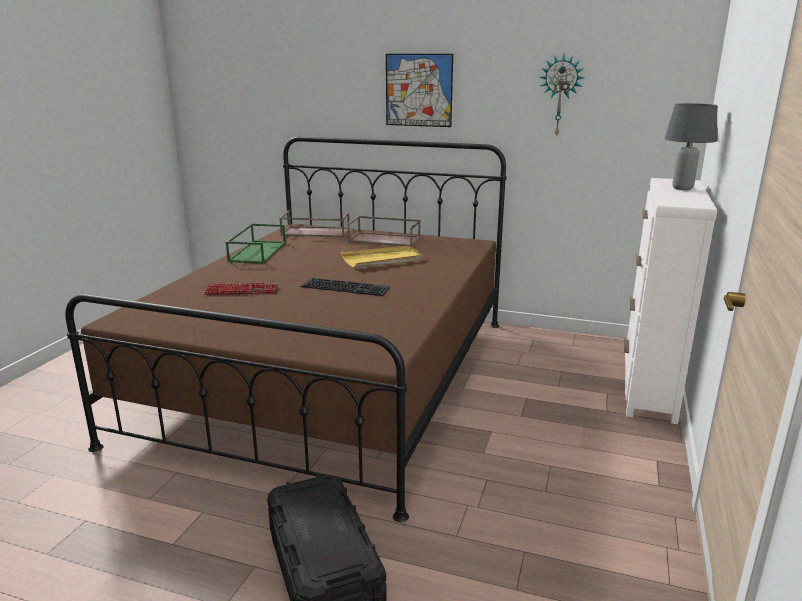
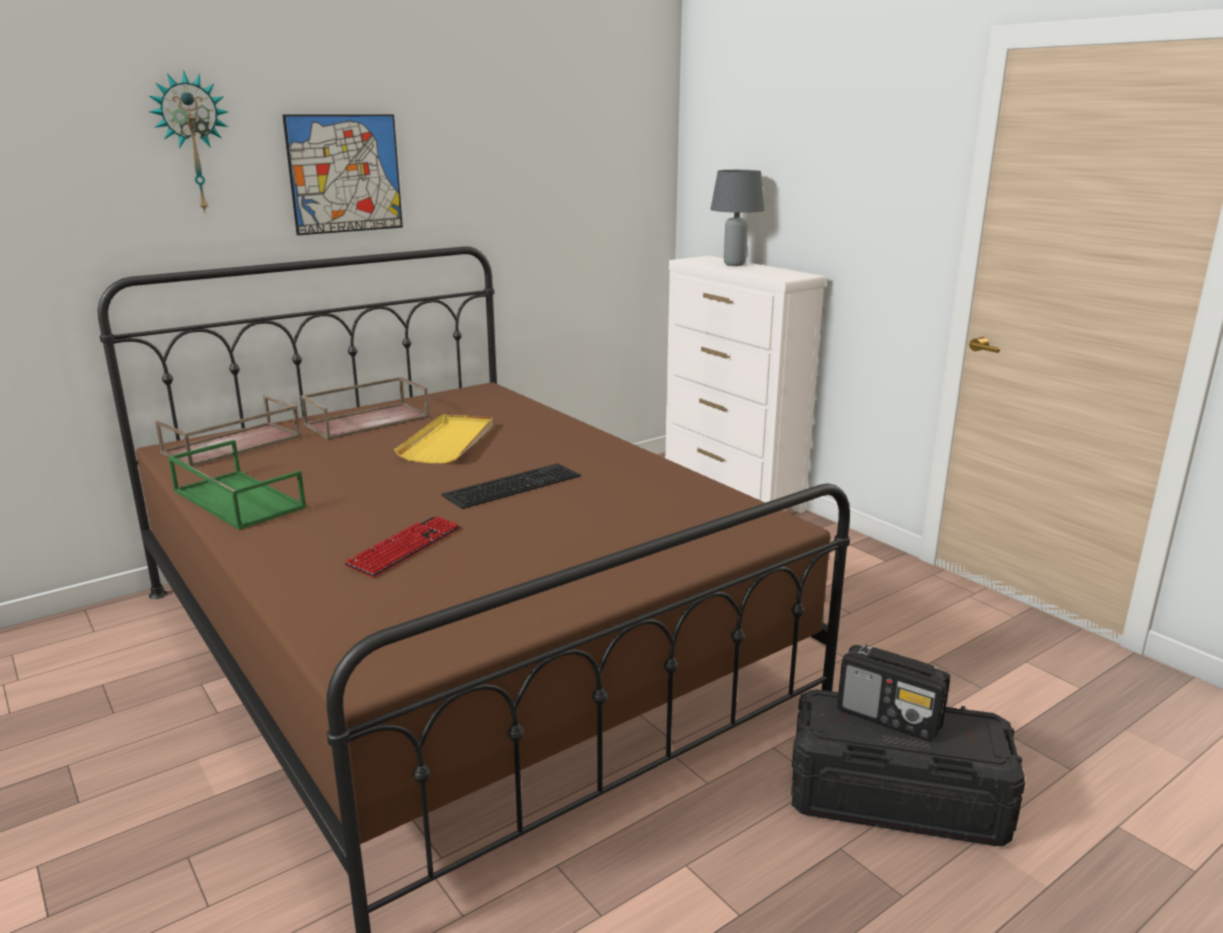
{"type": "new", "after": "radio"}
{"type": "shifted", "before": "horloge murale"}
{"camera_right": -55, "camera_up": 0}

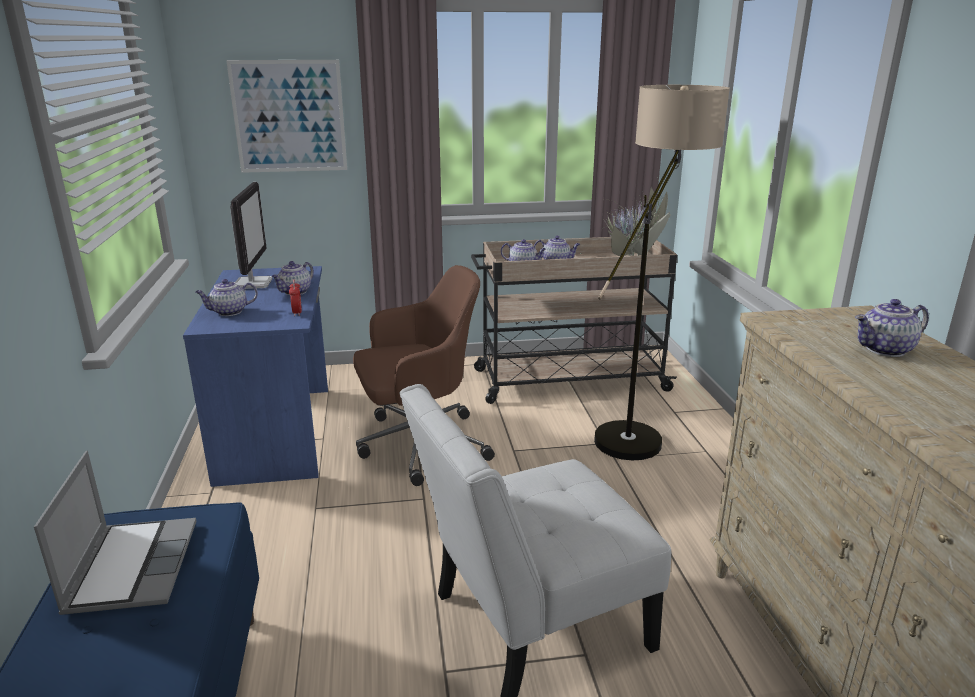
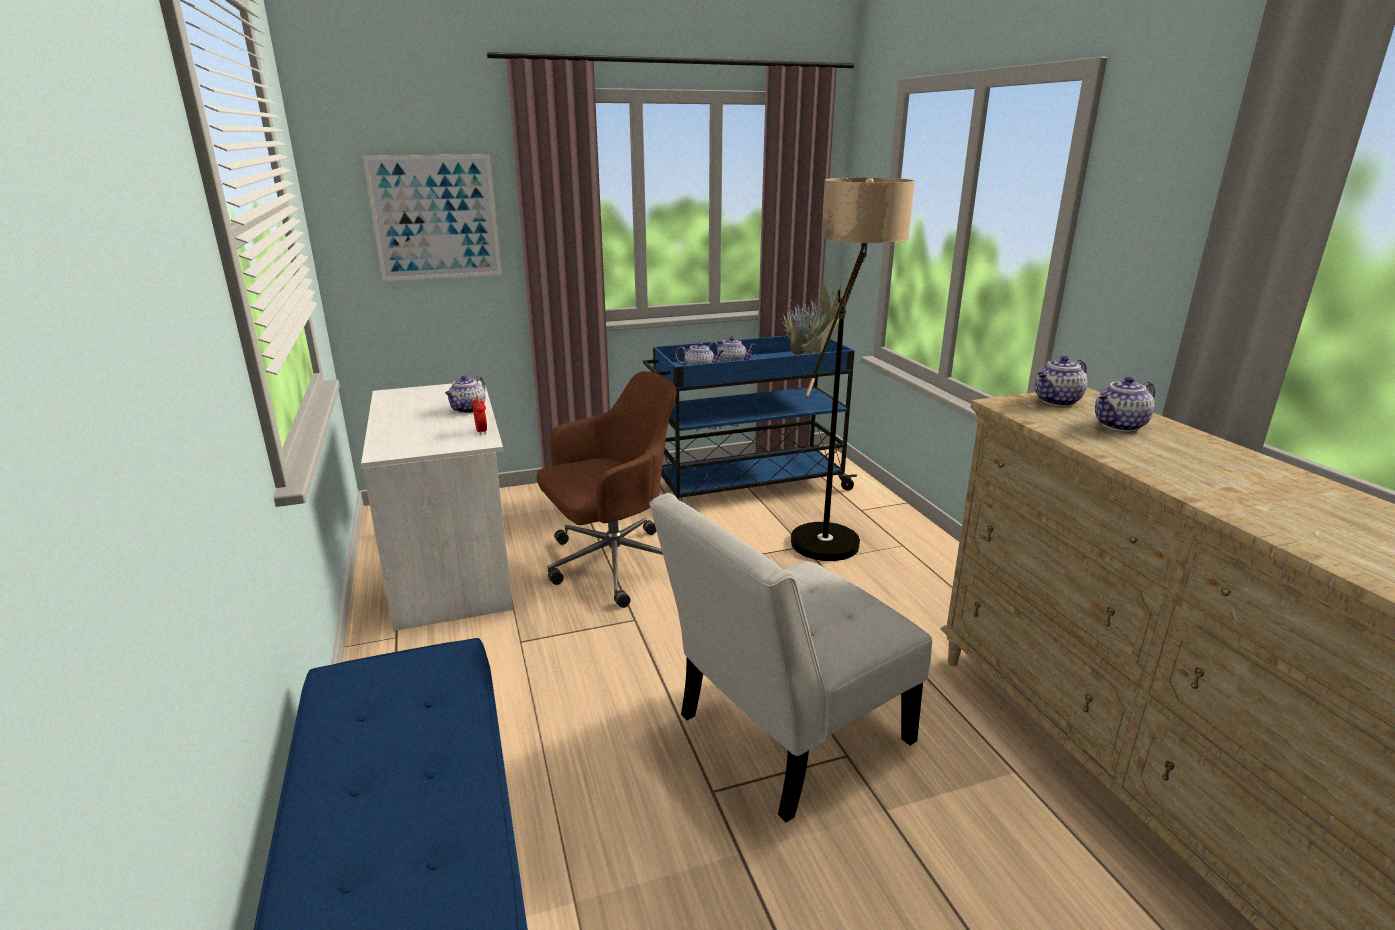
{"type": "gone", "before": "ordinateur portable"}
{"type": "gone", "before": "écran d'ordinateur"}
{"type": "shifted", "before": "théière (no. 1 from left in the first image)", "after": "théière (no. 4 from left)"}
{"type": "repainted", "before": "bureau/bleu", "after": "bureau/blanc"}
{"type": "repainted", "before": "chariot/beige", "after": "chariot/bleu"}
{"camera_right": -10, "camera_up": 0}

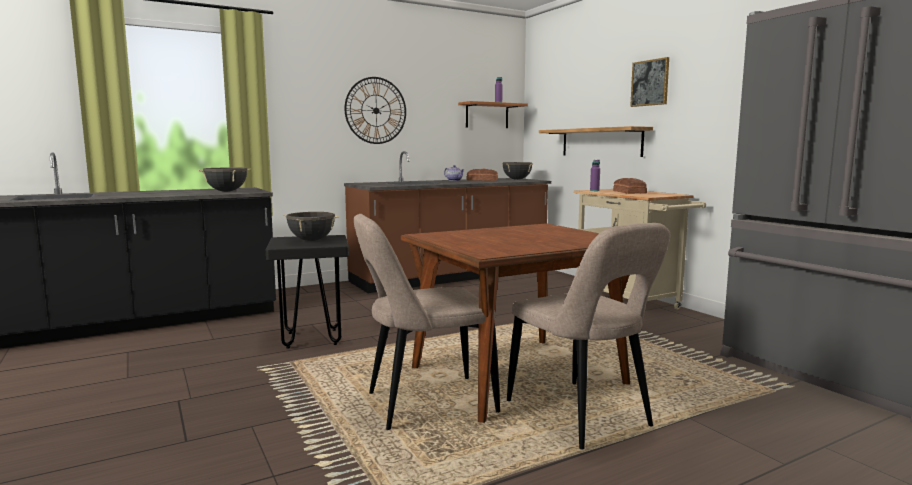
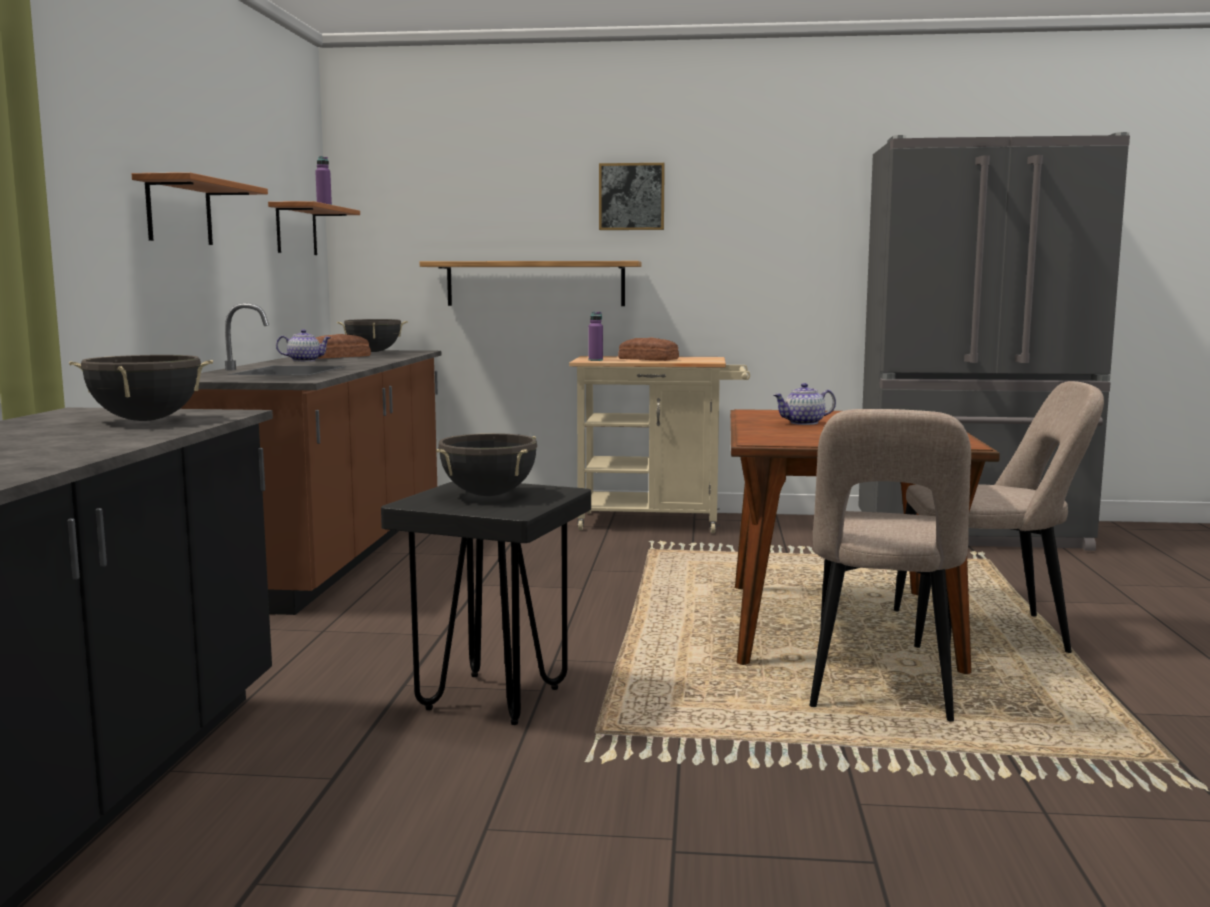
{"type": "new", "after": "théière (no. 2 from left)"}
{"type": "swapped", "before": "horloge murale", "after": "étagère (no. 1 from left)"}
{"camera_right": -55, "camera_up": 0}

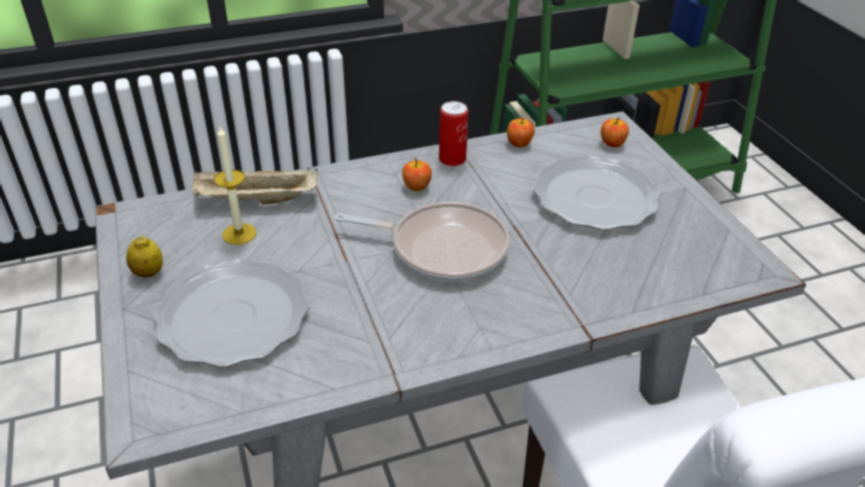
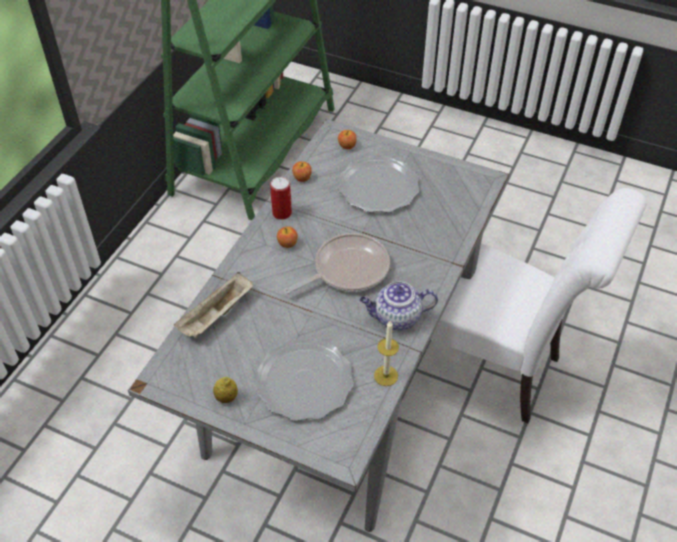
{"type": "new", "after": "théière"}
{"type": "shifted", "before": "bougie"}
{"camera_right": -45, "camera_up": 10}

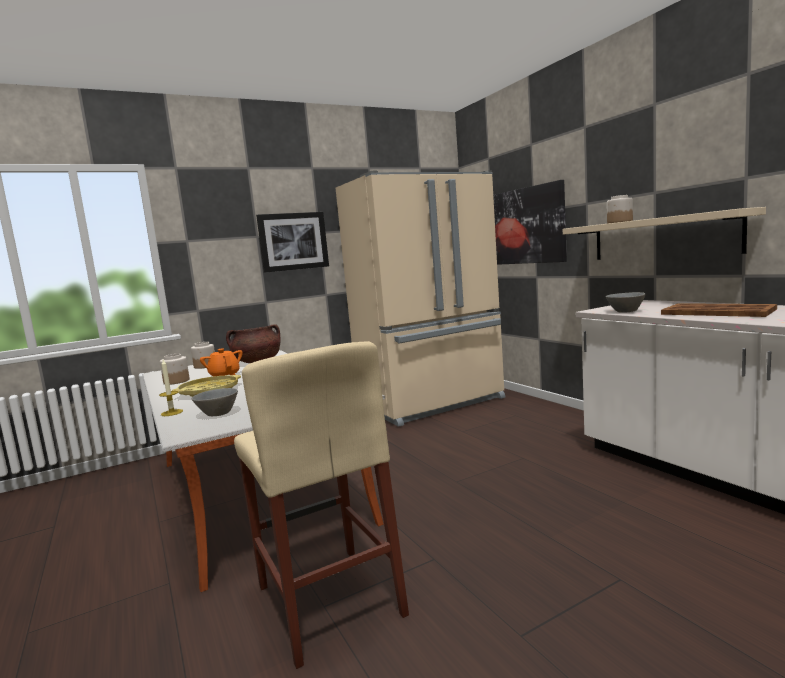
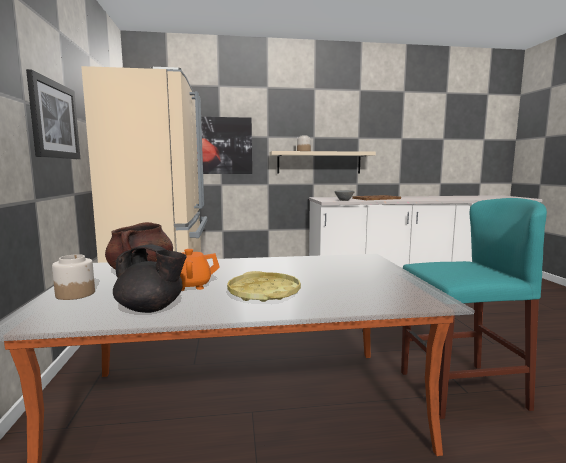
{"type": "gone", "before": "bougie"}
{"type": "gone", "before": "bol/gris (no. 1 from left)"}
{"type": "swapped", "before": "bocal (no. 1 from left)", "after": "théière/noir"}
{"type": "repainted", "before": "tabouret/beige", "after": "tabouret/turquoise"}
{"camera_right": -70, "camera_up": 0}

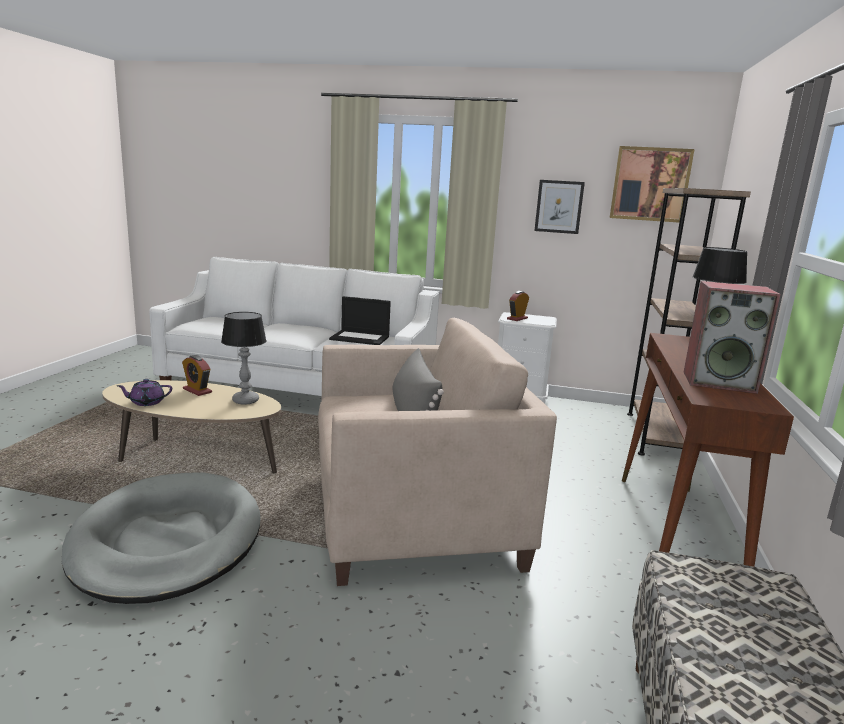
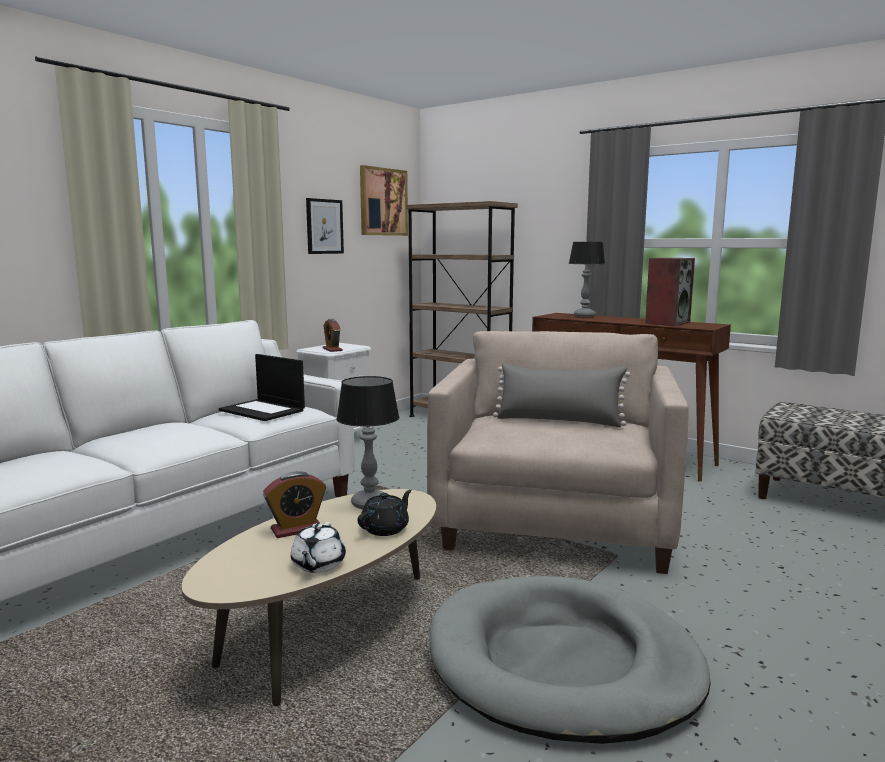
{"type": "new", "after": "théière/noir"}
{"type": "repainted", "before": "théière/violet", "after": "théière/blanc"}
{"type": "rotated", "before": "ordinateur portable", "turn": 90}
{"camera_right": -65, "camera_up": -5}

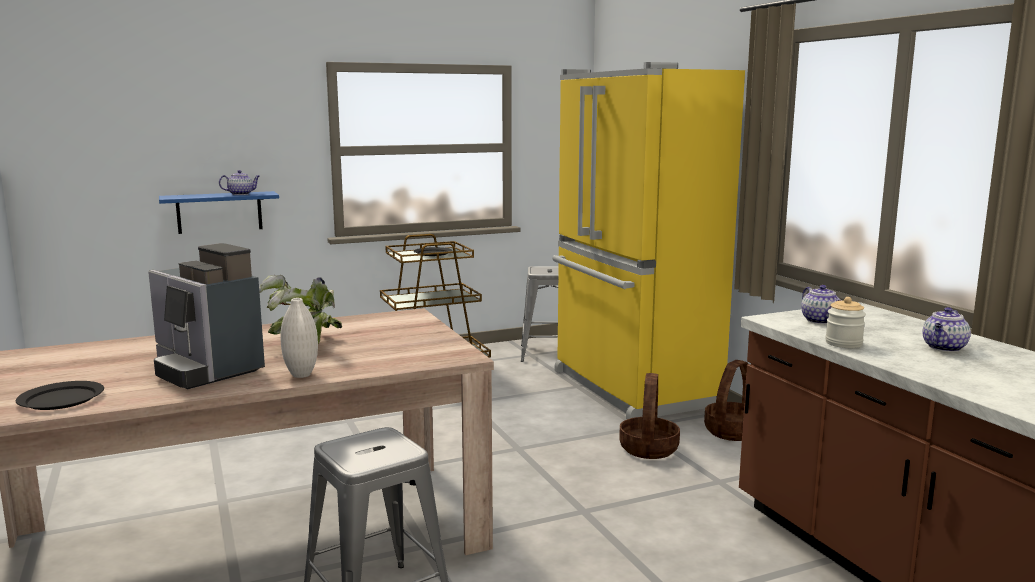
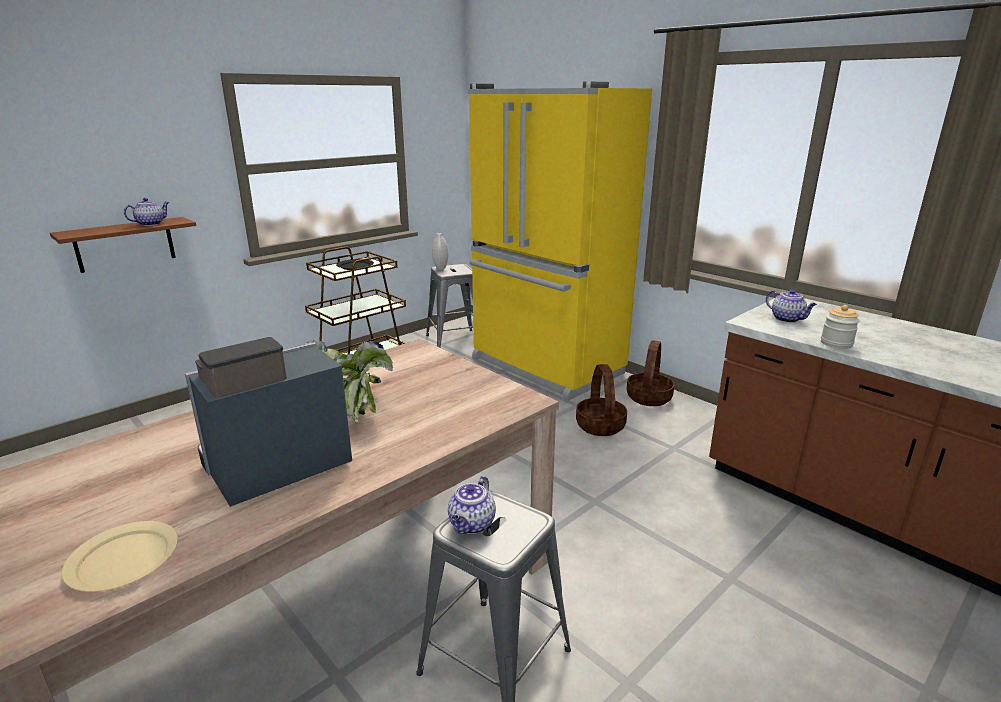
{"type": "shifted", "before": "vase/blanc"}
{"type": "shifted", "before": "théière (no. 3 from left in the first image)", "after": "théière (no. 2 from left)"}
{"type": "repainted", "before": "assiette/noir (no. 1 from left)", "after": "assiette/beige"}
{"type": "repainted", "before": "étagère/bleu", "after": "étagère/marron"}
{"type": "rotated", "before": "machine à café", "turn": 120}
{"camera_right": -20, "camera_up": 10}

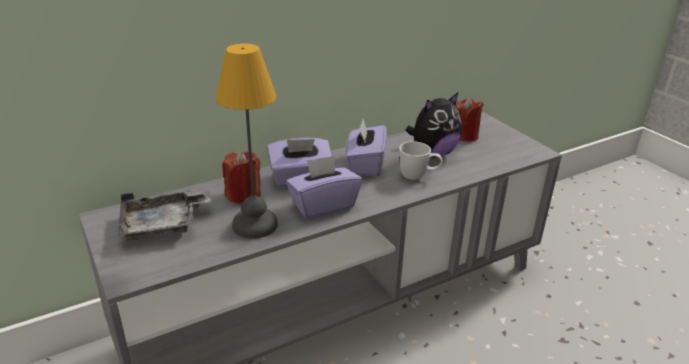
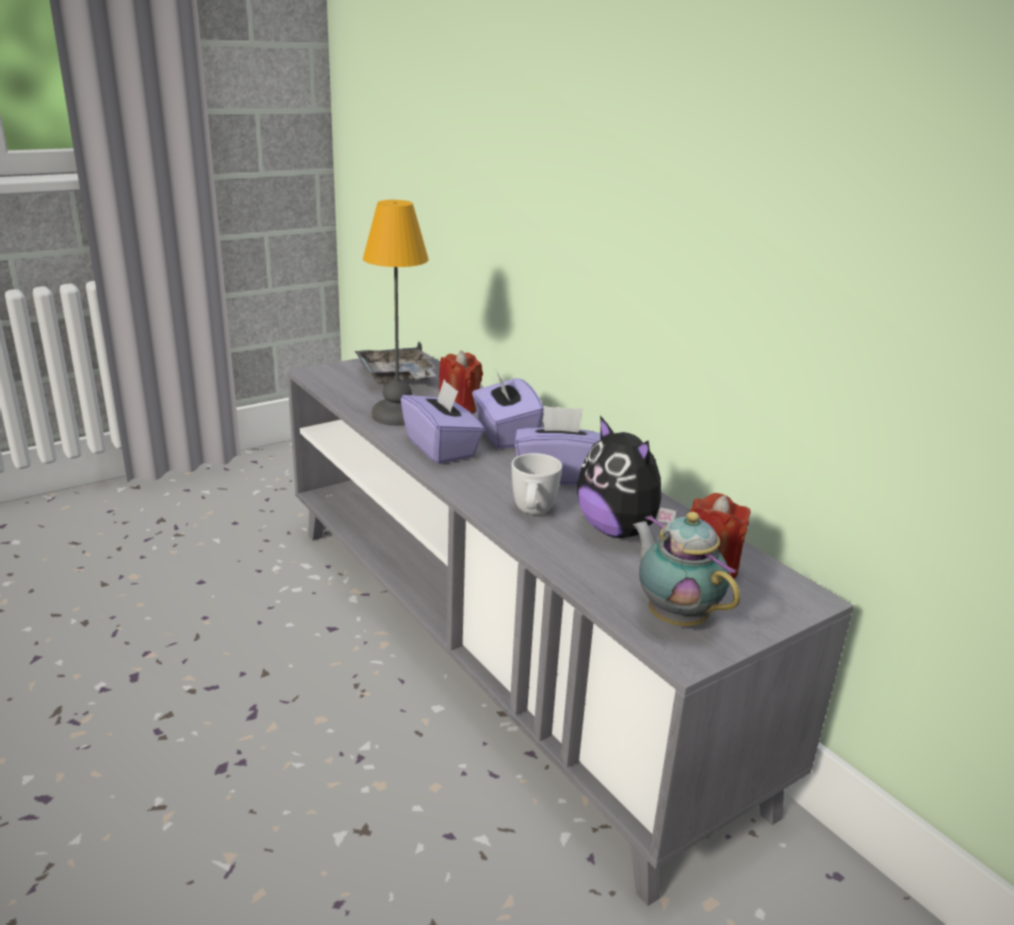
{"type": "new", "after": "théière"}
{"camera_right": 85, "camera_up": -5}

